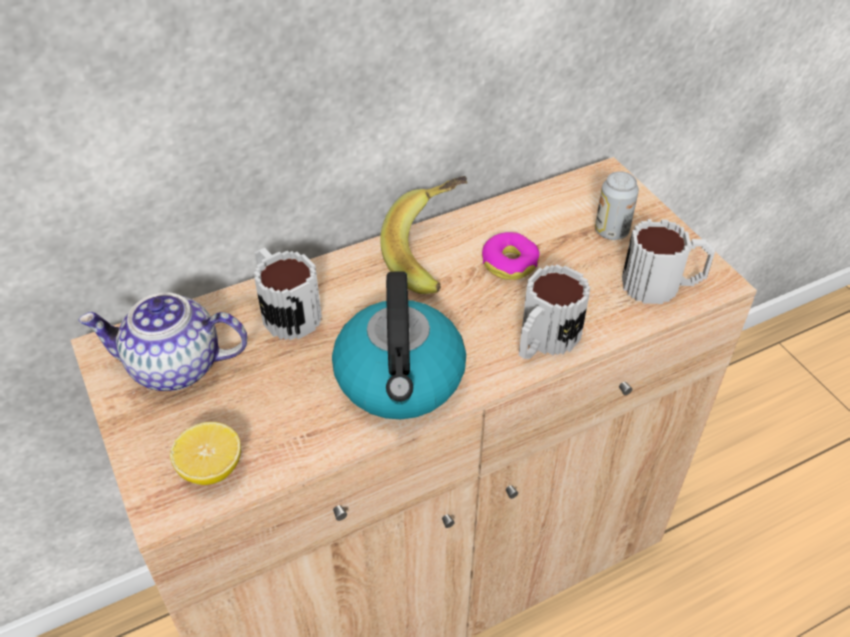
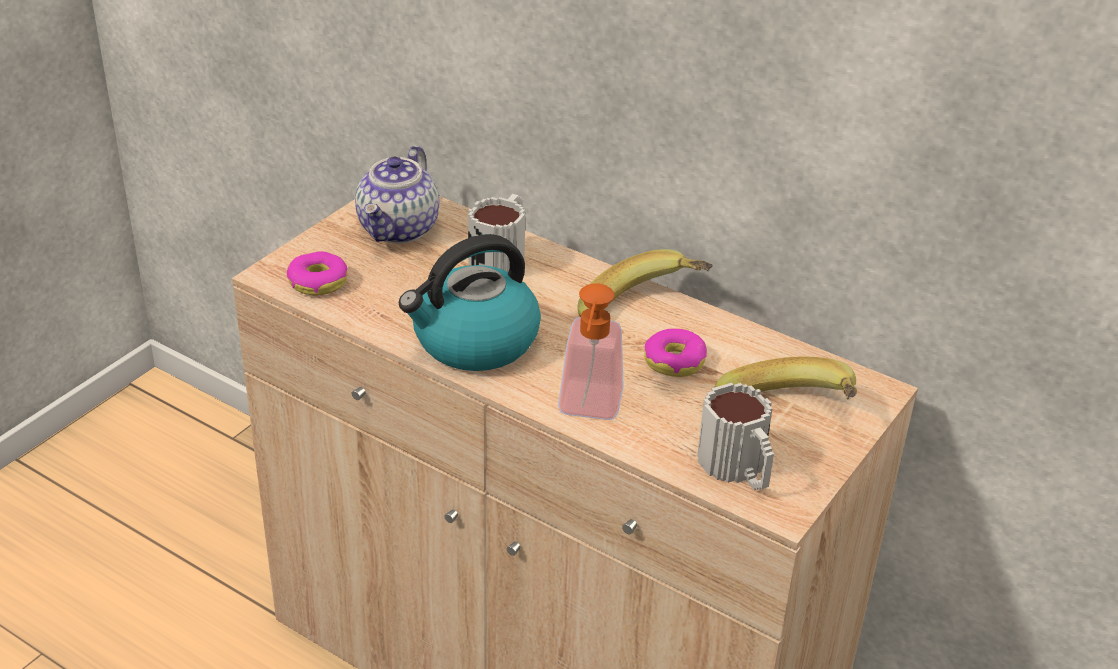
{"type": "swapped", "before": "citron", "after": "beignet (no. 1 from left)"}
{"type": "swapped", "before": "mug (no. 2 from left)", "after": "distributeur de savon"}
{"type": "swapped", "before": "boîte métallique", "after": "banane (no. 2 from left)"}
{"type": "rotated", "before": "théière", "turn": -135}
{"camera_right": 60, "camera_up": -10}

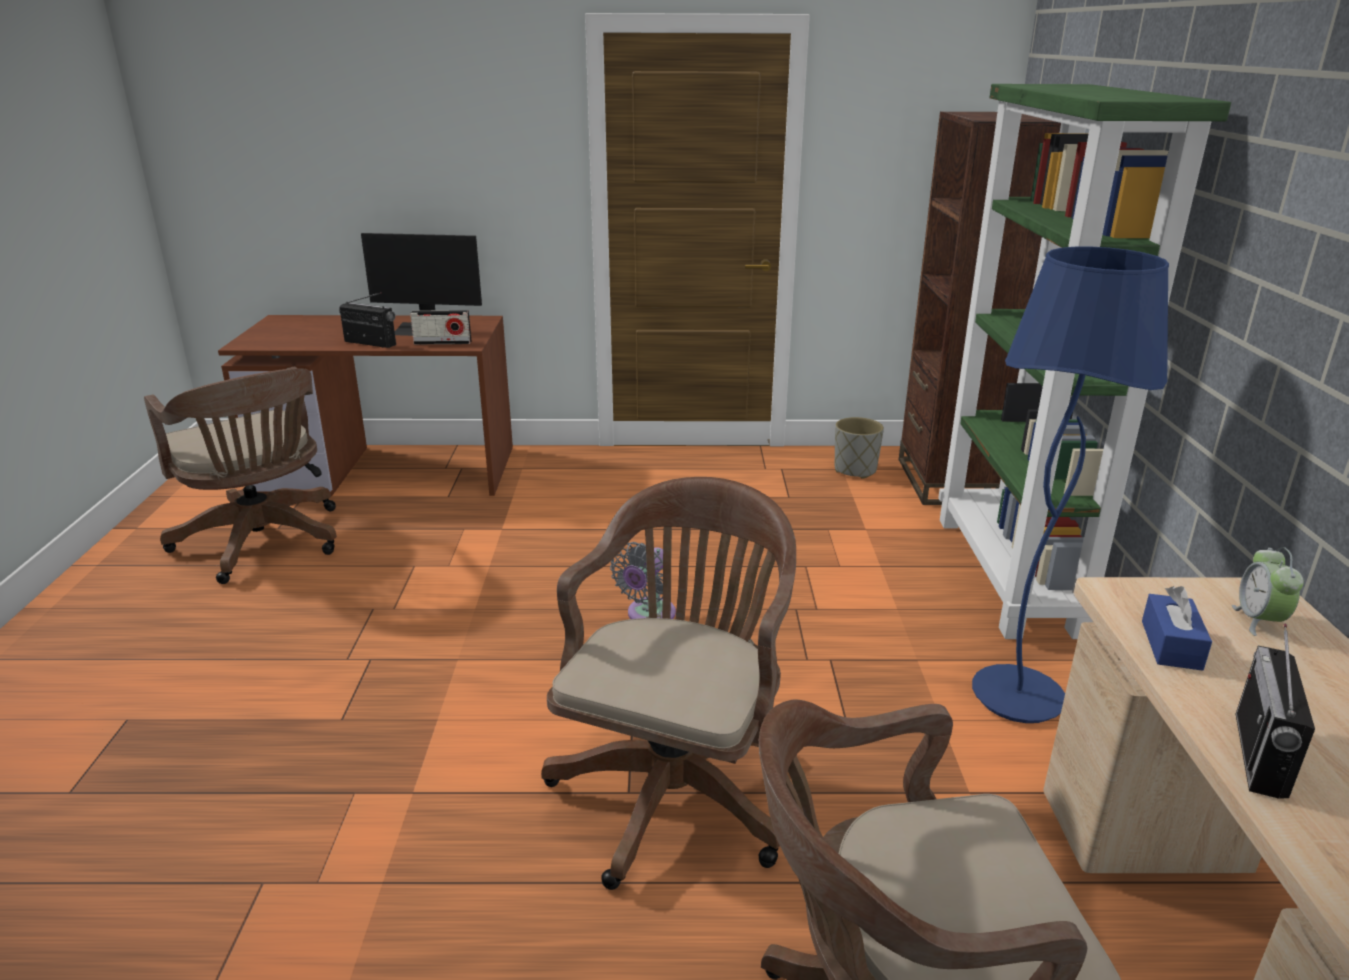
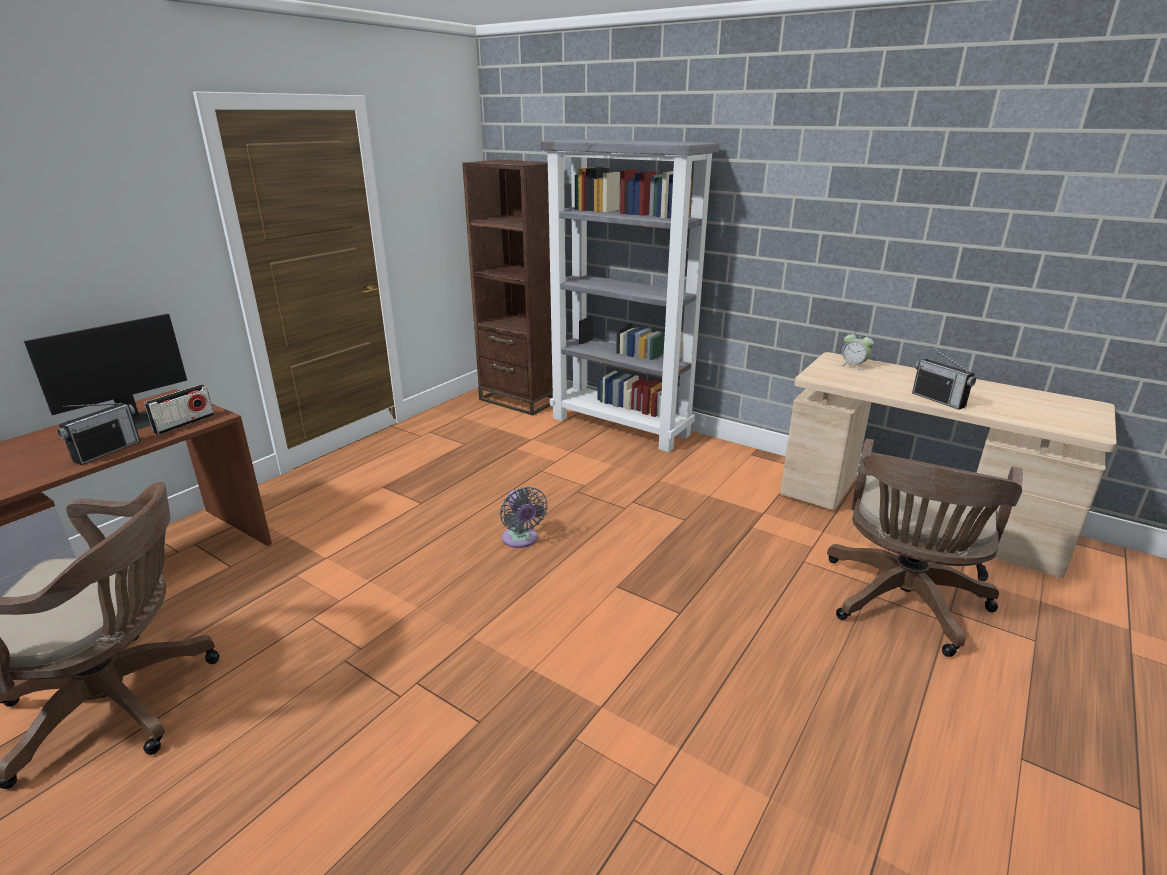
{"type": "gone", "before": "chaise de bureau/marron (no. 2 from left)"}
{"type": "gone", "before": "cache-pot/gris"}
{"type": "gone", "before": "lampadaire/bleu"}
{"type": "gone", "before": "boîte à mouchoirs/bleu"}
{"type": "repainted", "before": "bibliothèque/vert", "after": "bibliothèque/gris"}
{"type": "rotated", "before": "radio (no. 1 from left)", "turn": 150}
{"camera_right": -55, "camera_up": 0}

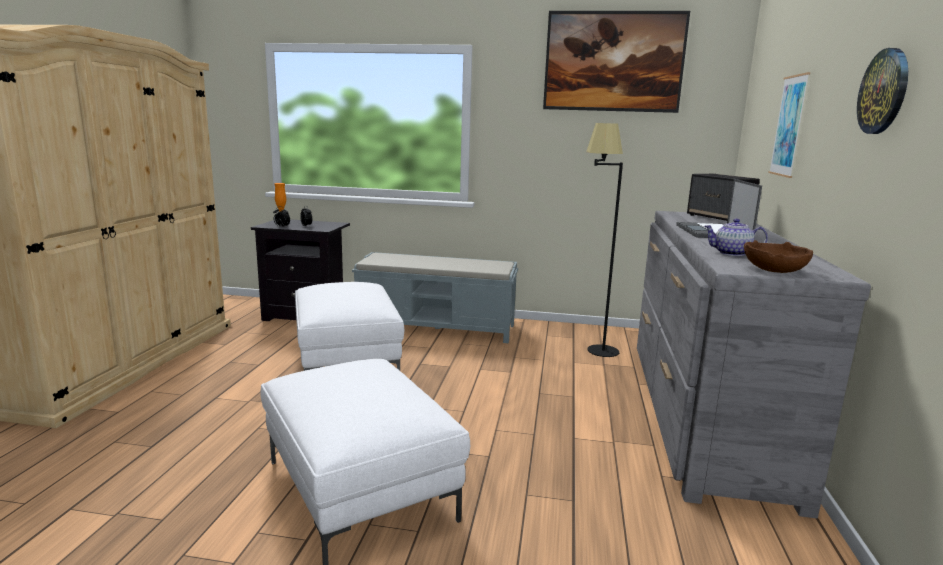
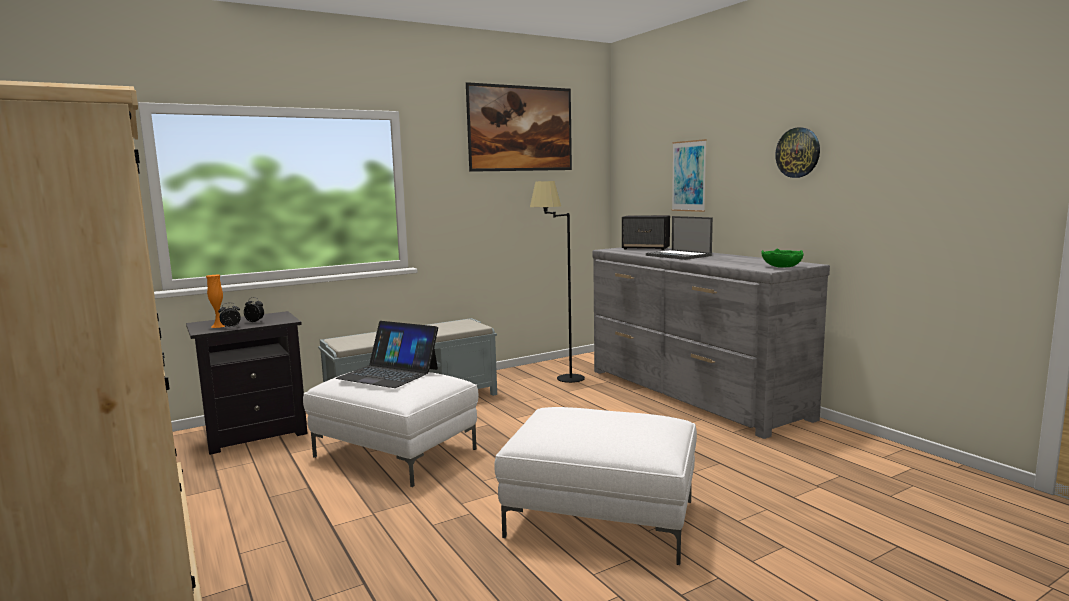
{"type": "gone", "before": "théière"}
{"type": "new", "after": "ordinateur portable (no. 1 from left)"}
{"type": "repainted", "before": "bol/marron", "after": "bol/vert"}
{"camera_right": -40, "camera_up": -5}

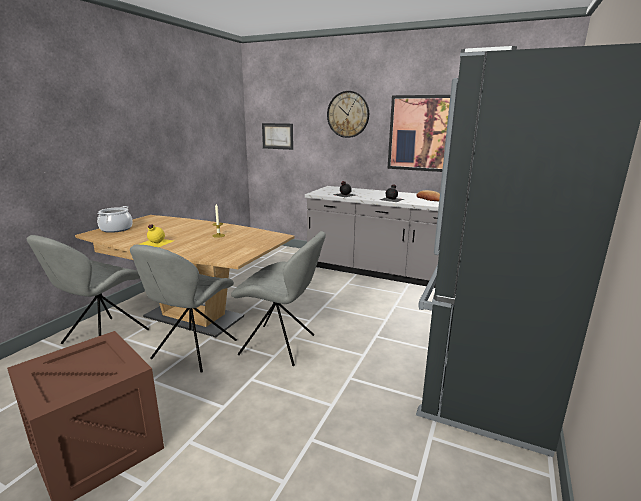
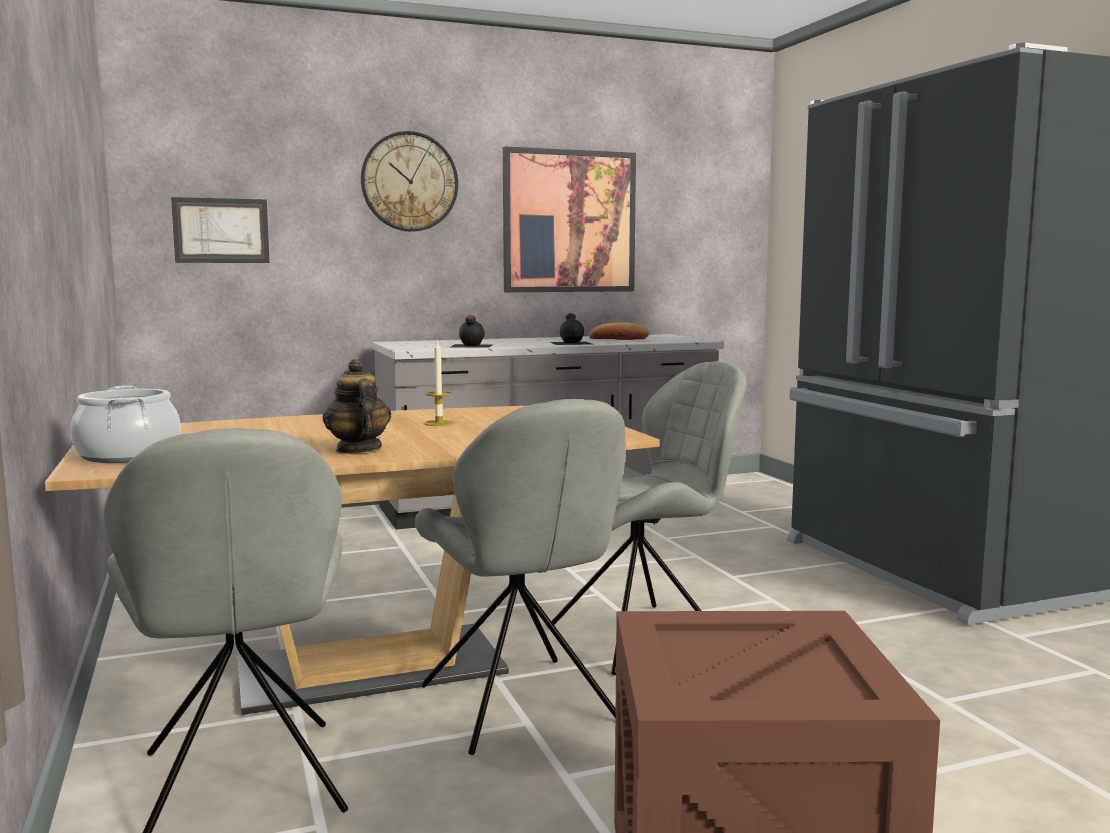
{"type": "swapped", "before": "bouteille/jaune", "after": "théière"}
{"camera_right": -45, "camera_up": -10}

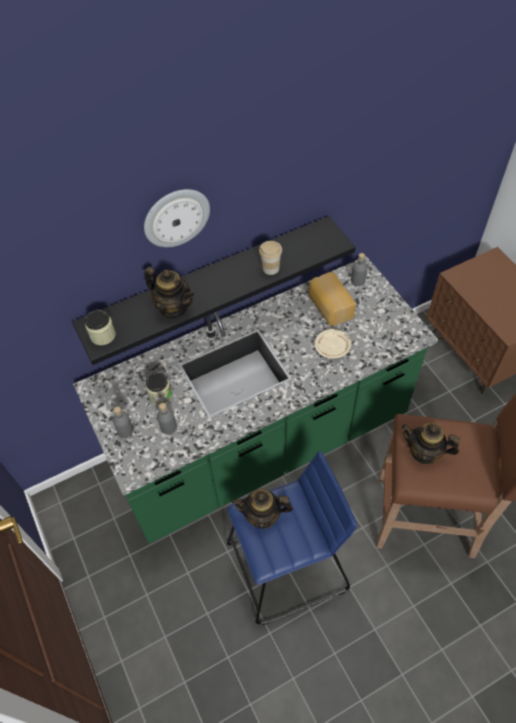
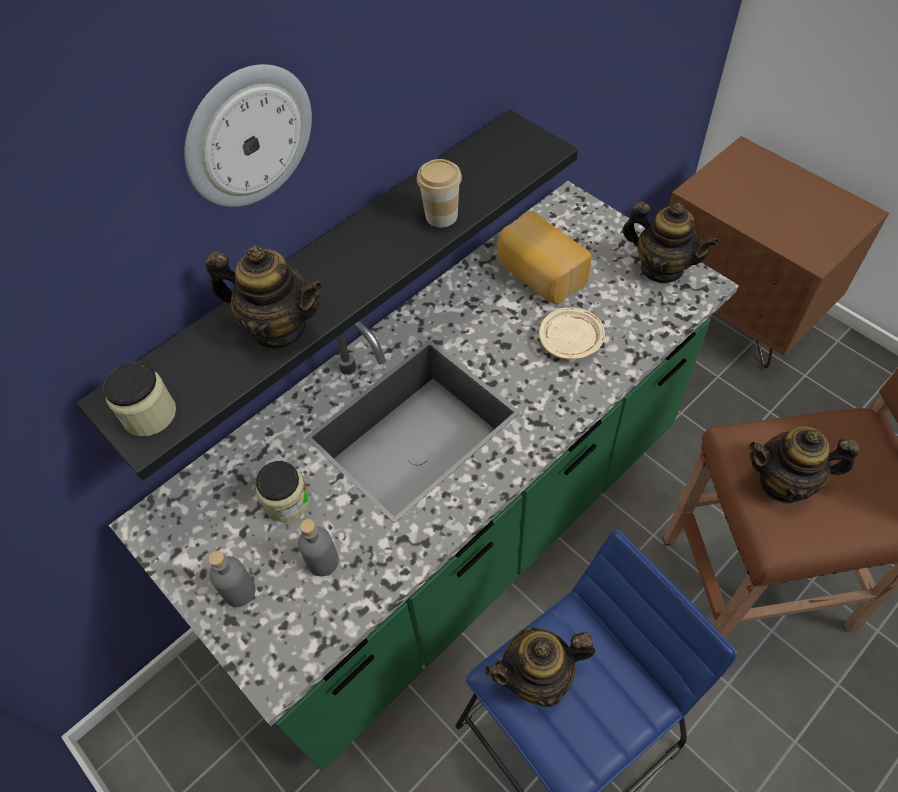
{"type": "gone", "before": "bouteille/gris (no. 3 from left)"}
{"type": "new", "after": "théière (no. 3 from left)"}
{"camera_right": -15, "camera_up": 0}

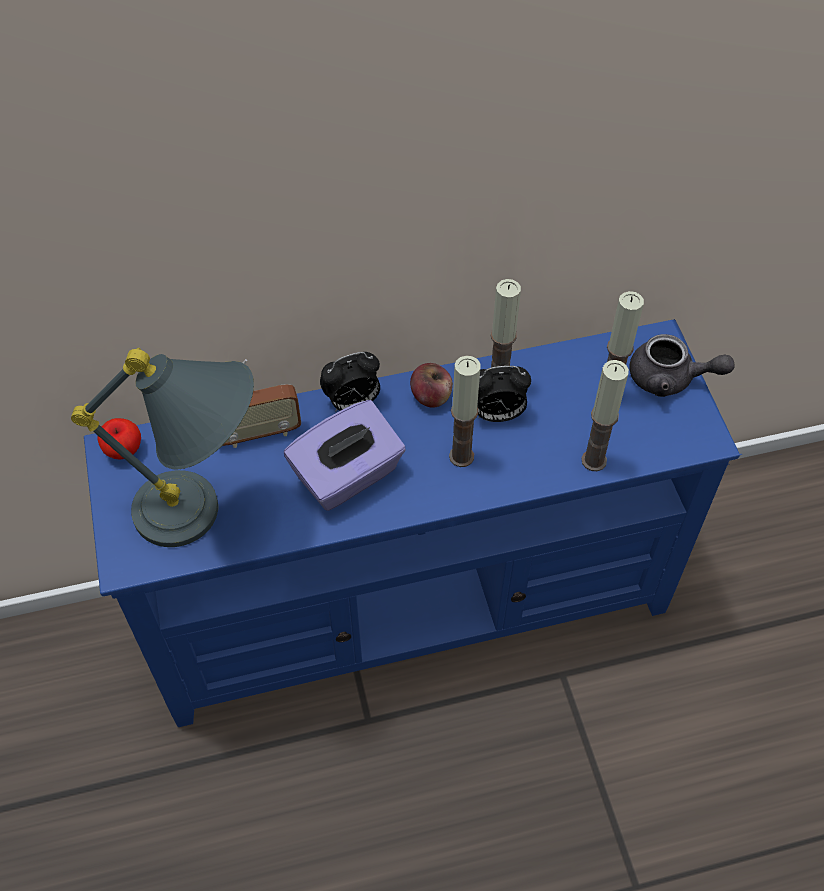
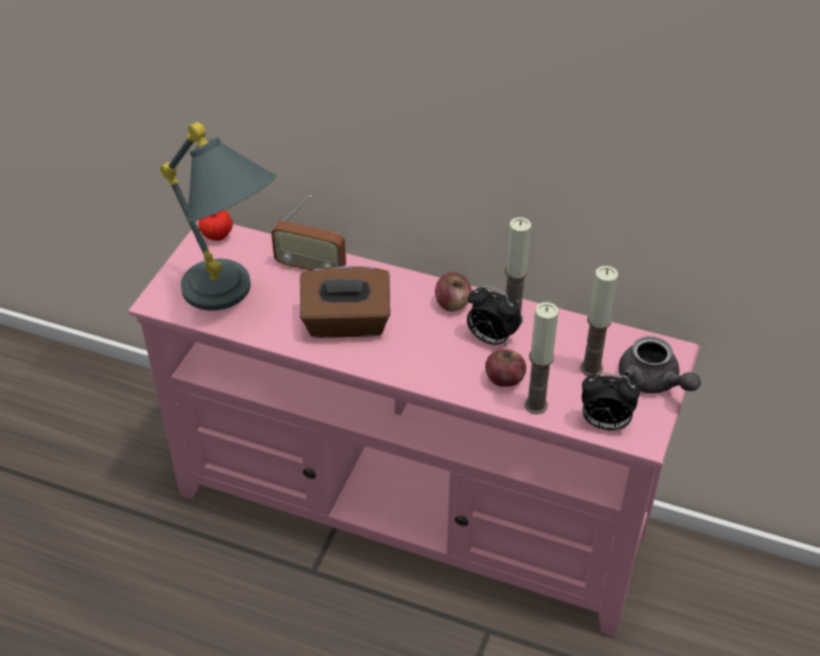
{"type": "gone", "before": "bougie (no. 1 from left)"}
{"type": "new", "after": "pomme (no. 3 from left)"}
{"type": "shifted", "before": "réveil (no. 1 from left in the first image)", "after": "réveil (no. 2 from left)"}
{"type": "repainted", "before": "meuble télé/bleu", "after": "meuble télé/rose"}
{"type": "repainted", "before": "boîte à mouchoirs/violet", "after": "boîte à mouchoirs/marron"}
{"camera_right": 35, "camera_up": -10}

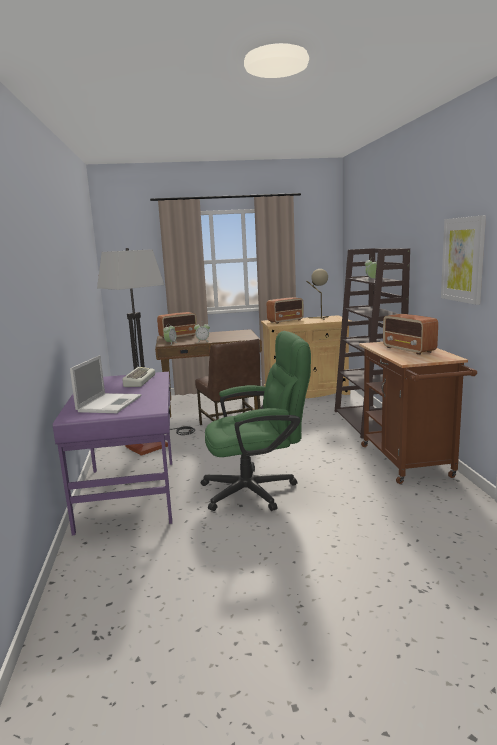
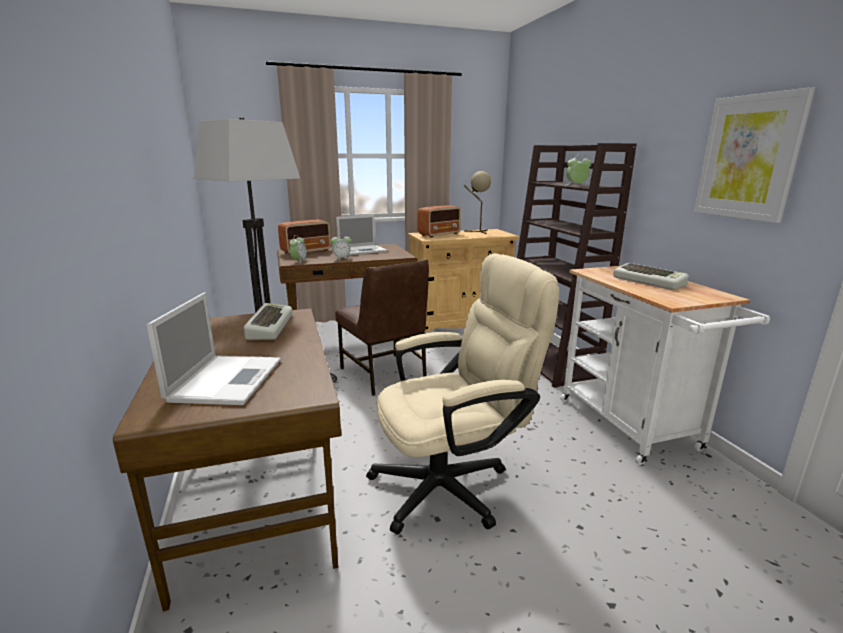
{"type": "new", "after": "ordinateur portable (no. 2 from left)"}
{"type": "swapped", "before": "radio (no. 3 from left)", "after": "clavier (no. 2 from left)"}
{"type": "repainted", "before": "bureau/violet", "after": "bureau/marron (no. 1 from left)"}
{"type": "repainted", "before": "chaise de bureau/vert", "after": "chaise de bureau/beige"}
{"type": "repainted", "before": "chariot/marron", "after": "chariot/blanc"}
{"camera_right": -10, "camera_up": 5}

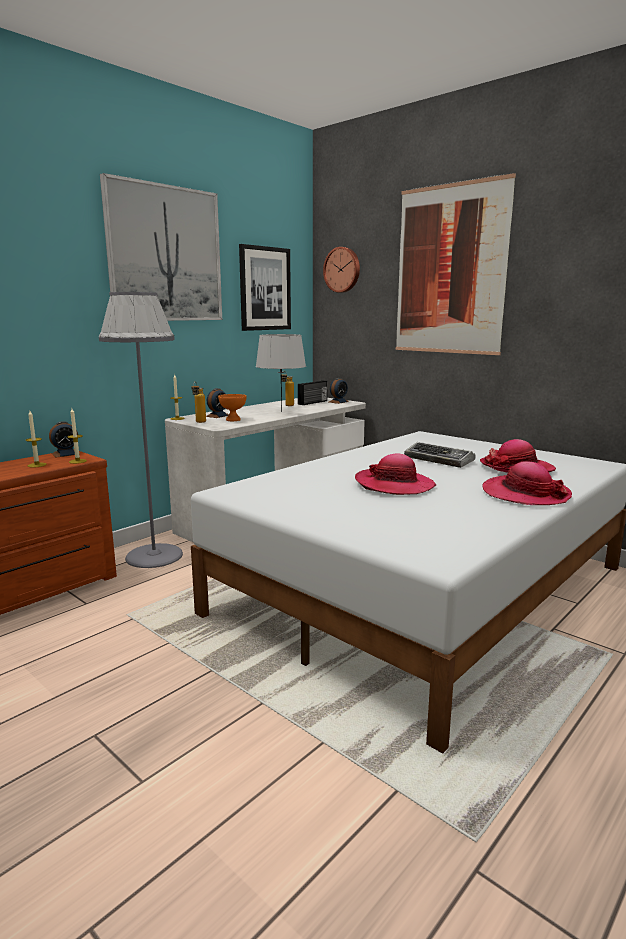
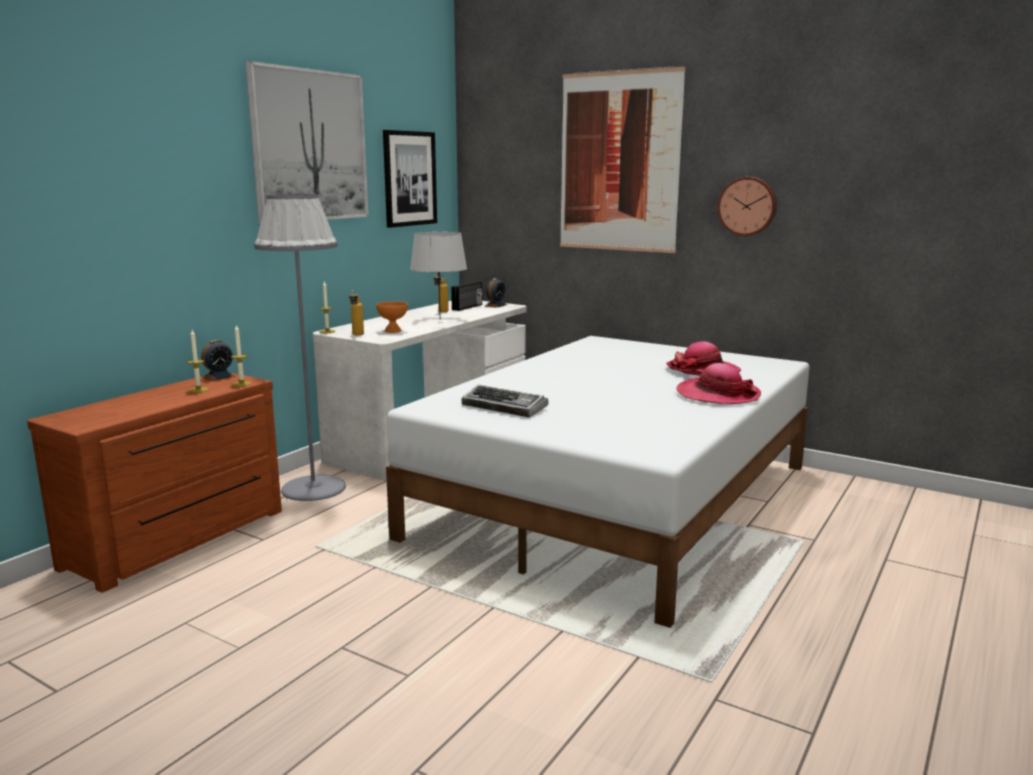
{"type": "gone", "before": "réveil (no. 2 from left)"}
{"type": "gone", "before": "chapeau (no. 1 from left)"}
{"type": "shifted", "before": "horloge murale"}
{"type": "shifted", "before": "clavier"}
{"camera_right": -10, "camera_up": 0}

